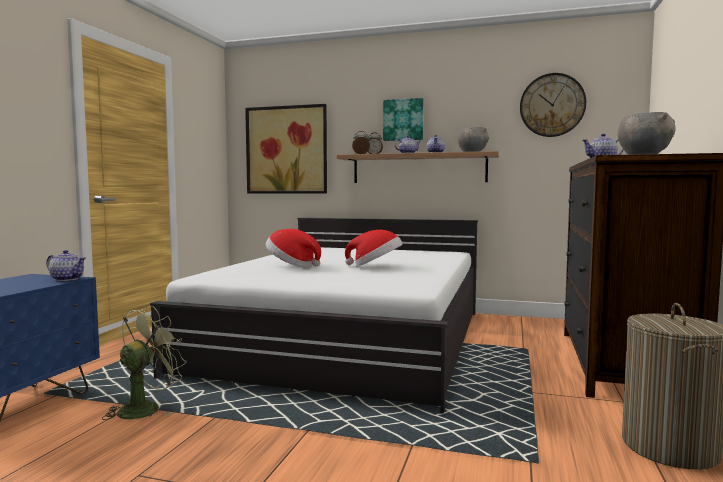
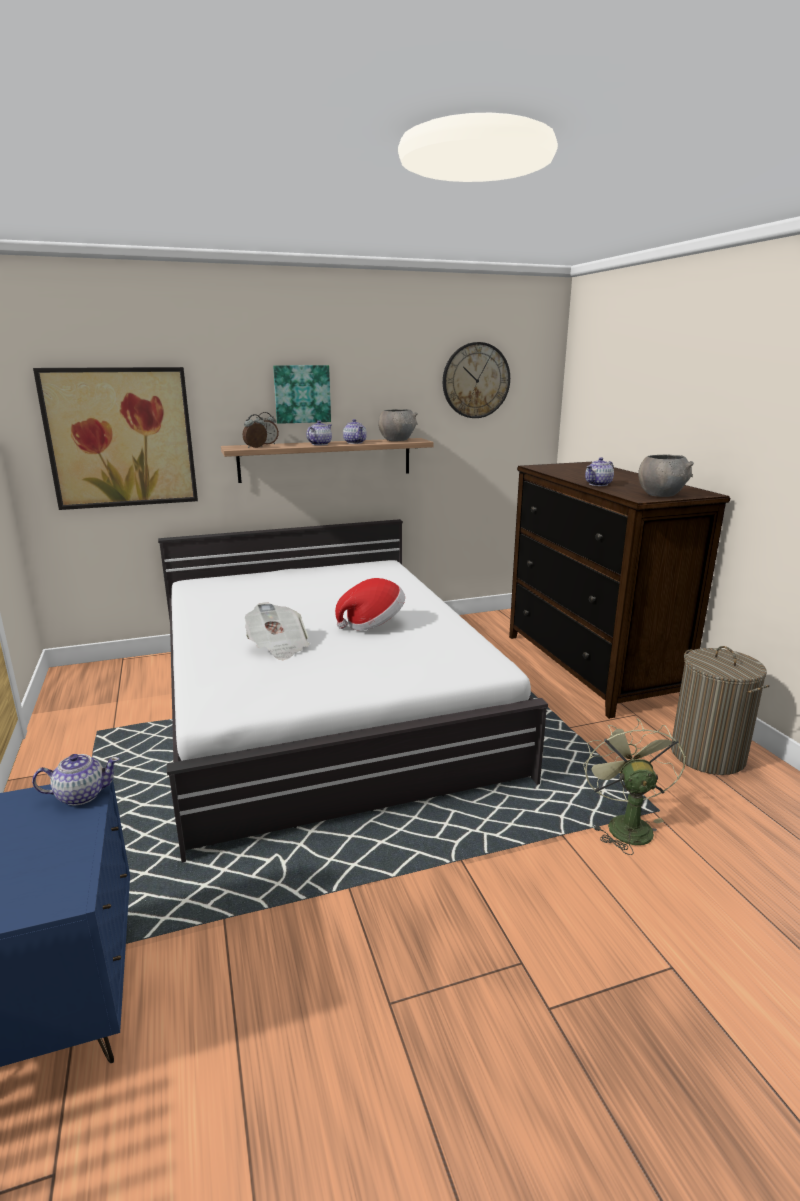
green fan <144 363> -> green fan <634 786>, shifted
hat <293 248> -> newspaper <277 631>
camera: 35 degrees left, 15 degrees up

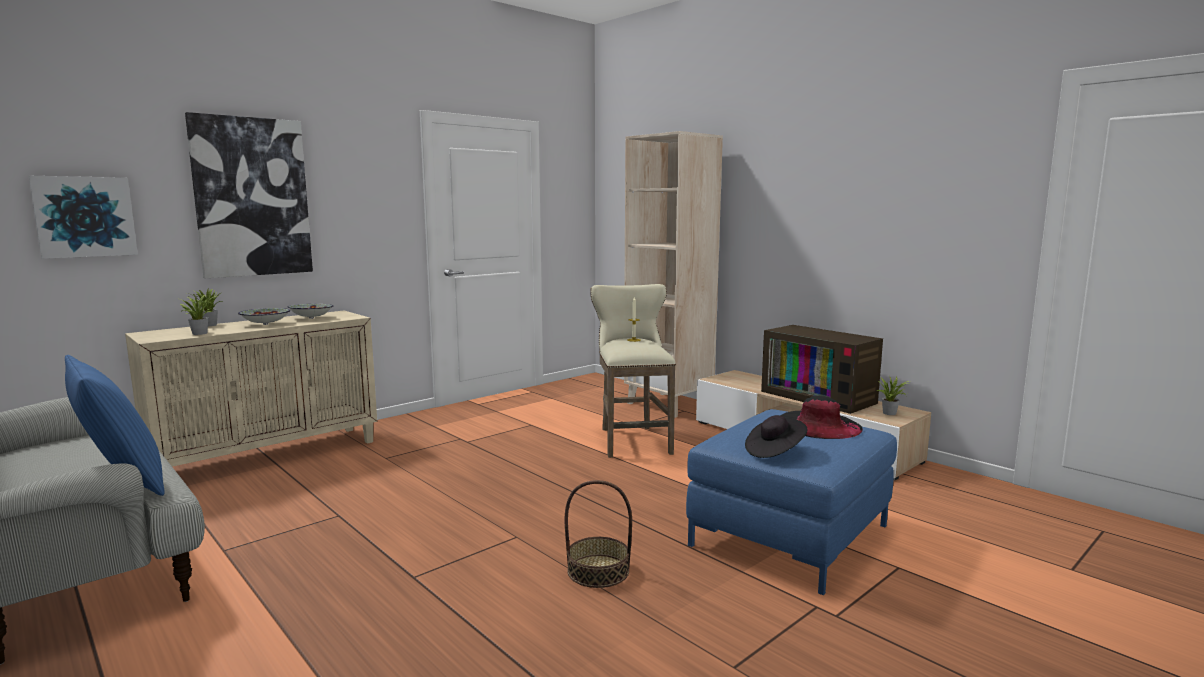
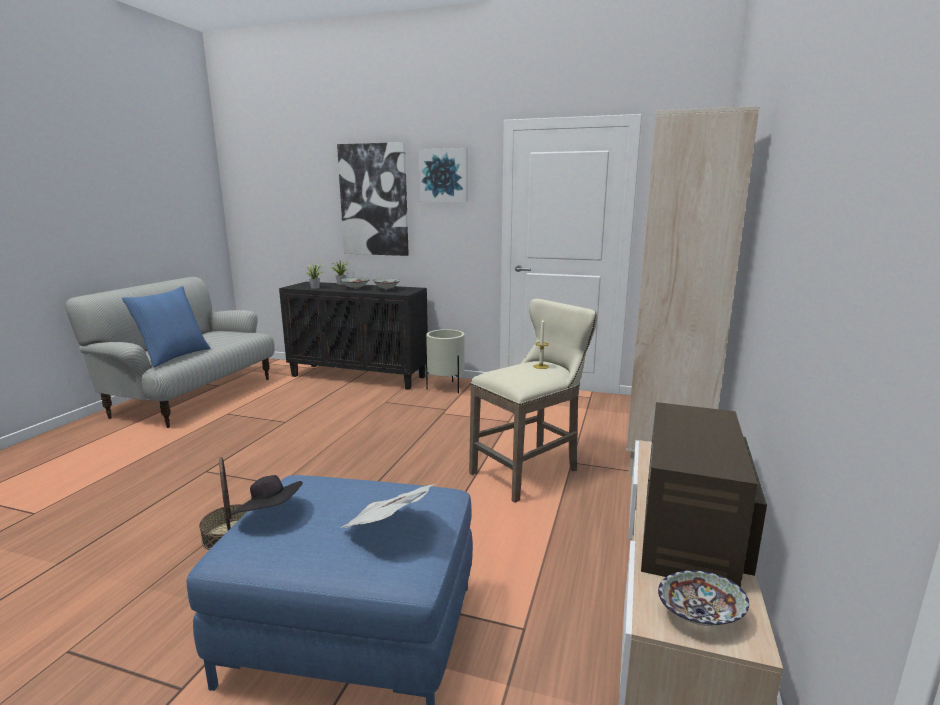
picture <83 217> -> picture <443 175>, shifted
beige cabinet <251 389> -> black cabinet <353 336>
black hat <822 417> -> newspaper <387 506>
potted plant <893 396> -> bowl <703 598>
none -> beige planter <445 361>
camera: 60 degrees right, 5 degrees up

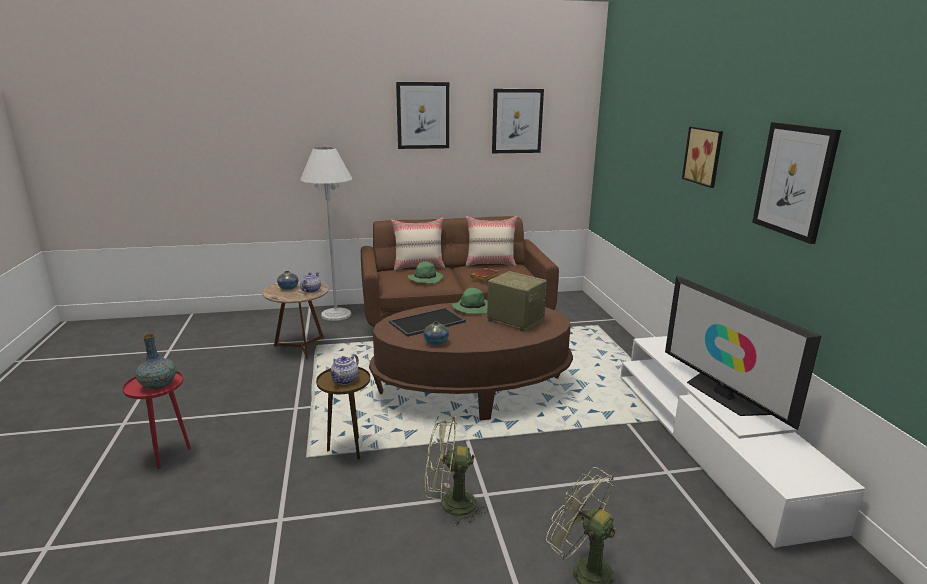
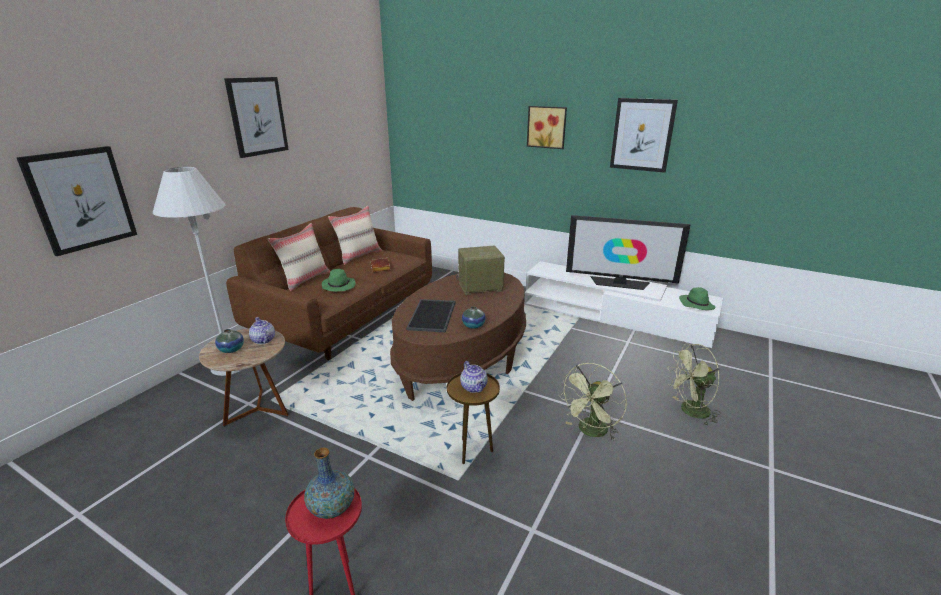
green hat <470 301> -> green hat <697 298>, shifted
picture <518 121> -> picture <76 201>, shifted
camera: 50 degrees left, 5 degrees up

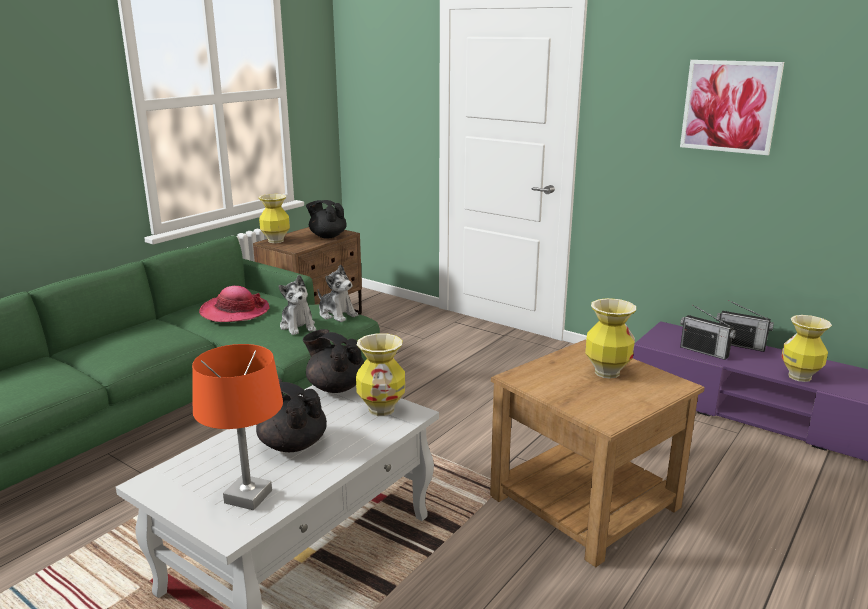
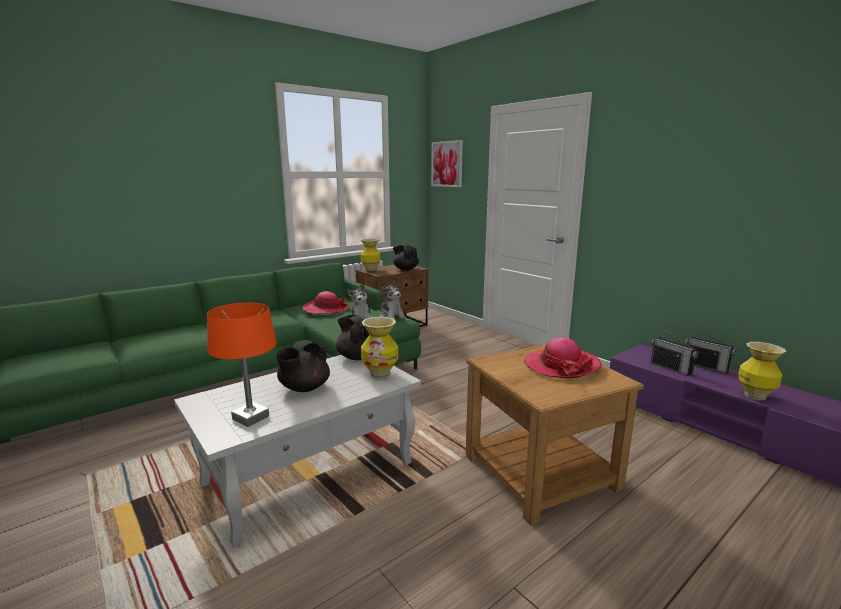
black teapot <291 415> -> black teapot <303 366>, 105 degrees counterclockwise
vase <610 338> -> hat <563 357>
picture <732 107> -> picture <447 163>, shifted
camera: 15 degrees right, 5 degrees down

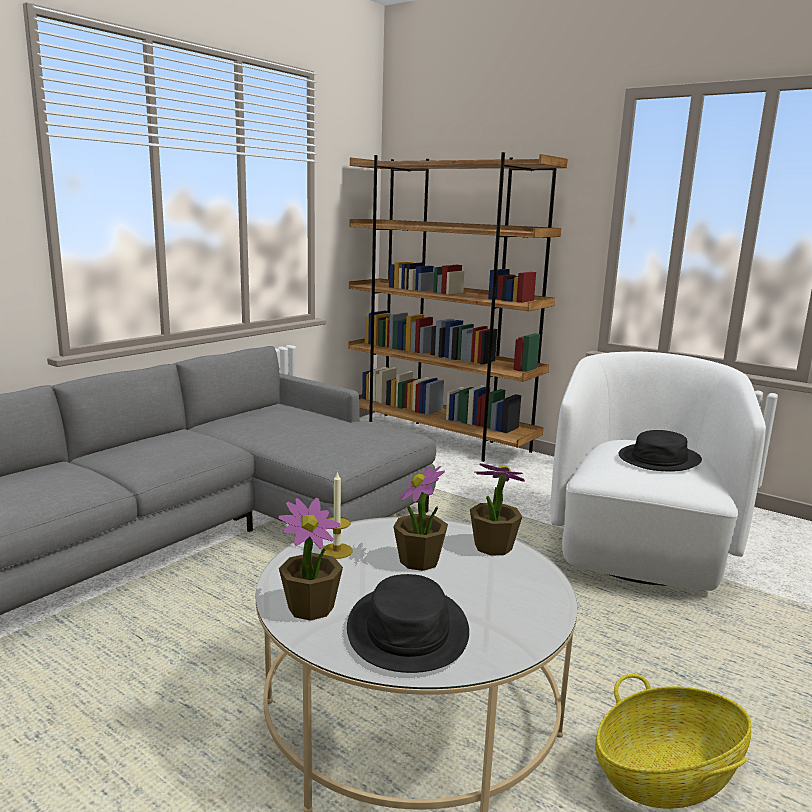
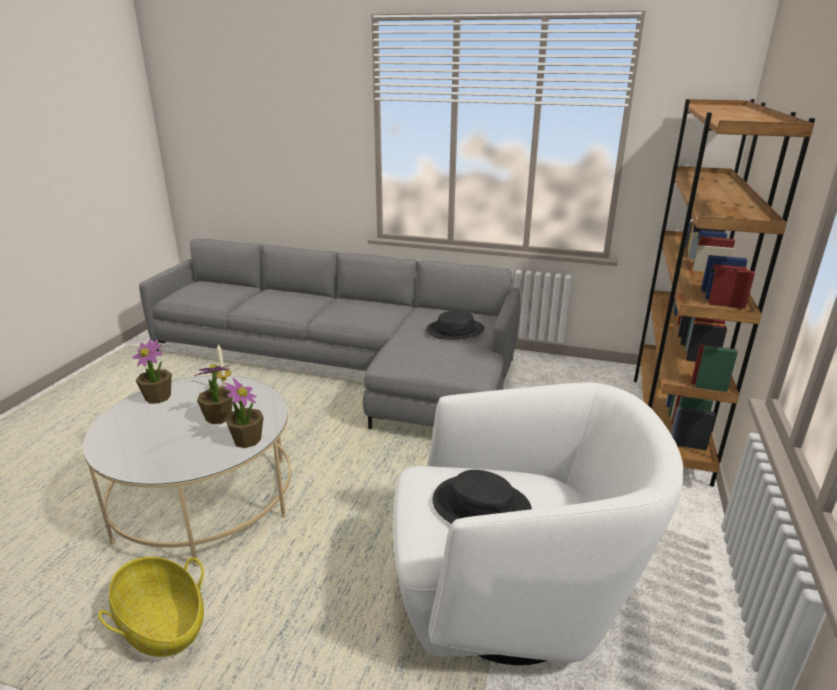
black hat <408 623> -> black hat <455 325>, shifted
camera: 70 degrees right, 10 degrees up

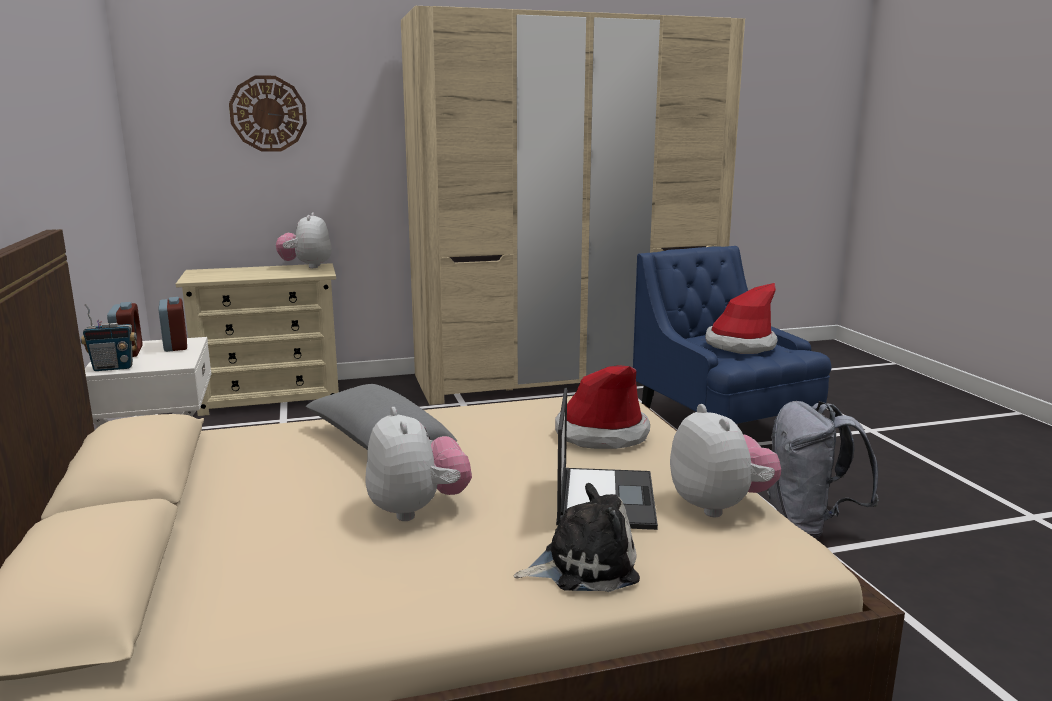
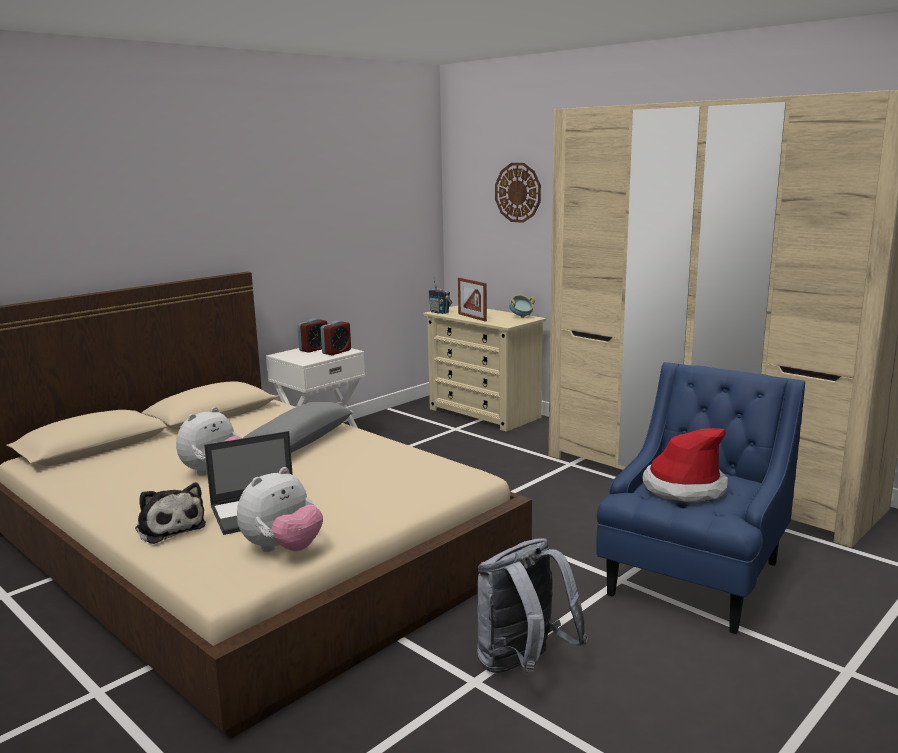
radio <109 337> -> radio <440 295>, shifted
plush toy <304 240> -> bowl <522 306>
hat <602 407> -> none
none -> picture frame <472 299>
camera: 60 degrees right, 0 degrees up

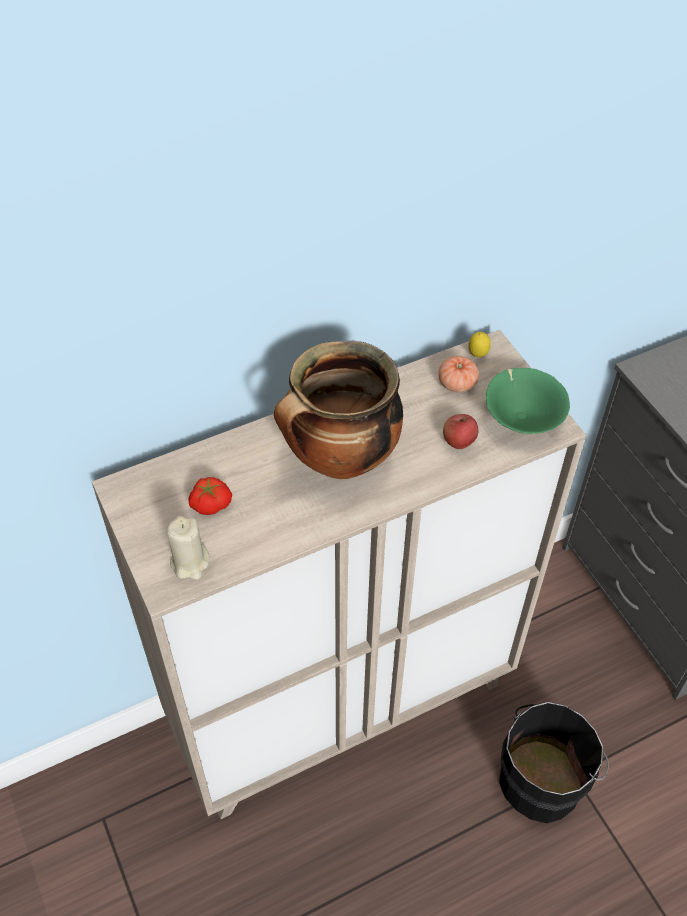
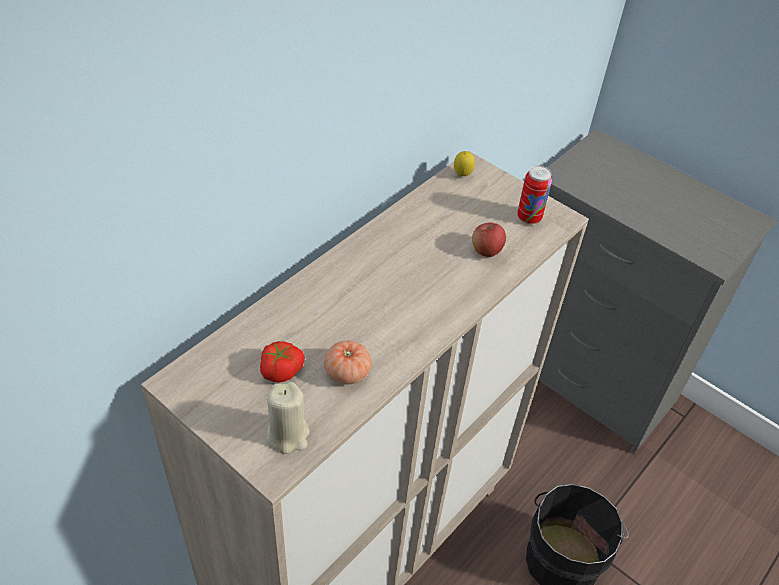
cooking pot <338 410> -> none
tomato <458 374> -> tomato <348 362>, shifted
green bowl <528 401> -> can <534 194>
camera: 25 degrees left, 5 degrees down

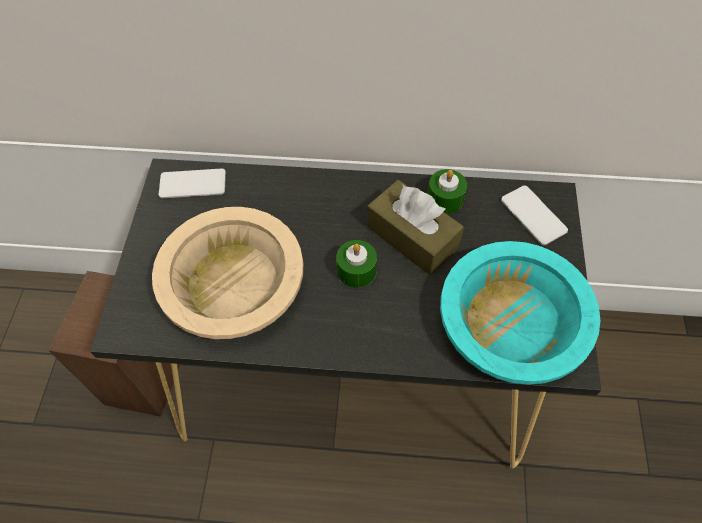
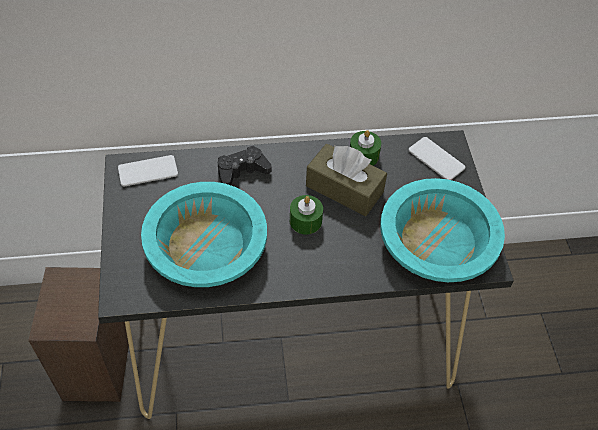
beige bowl <227 273> -> turquoise bowl <204 234>
none -> black game controller <245 165>
camera: 15 degrees left, 5 degrees down

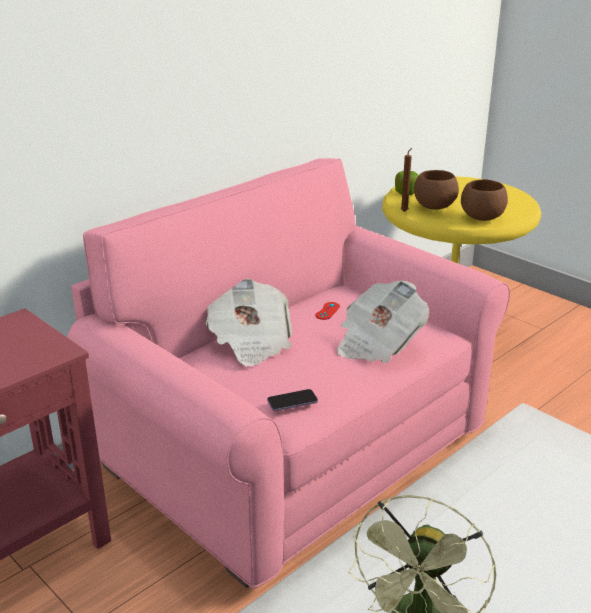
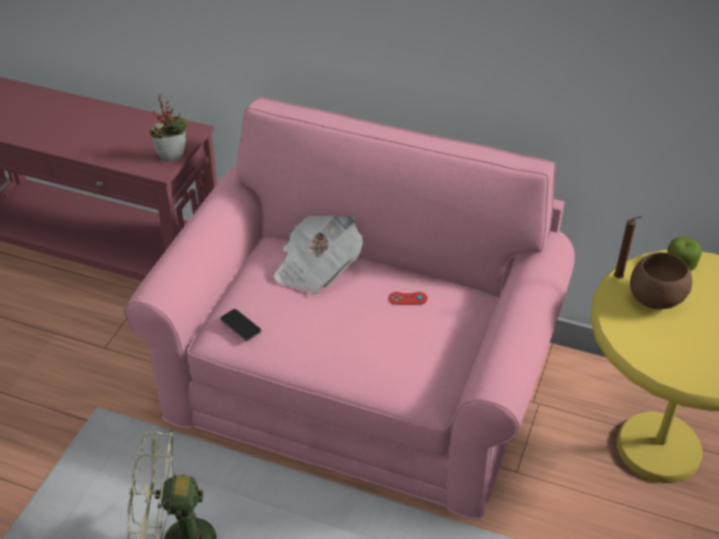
newspaper <382 322> -> none
brown bowl <484 200> -> none
none -> potted plant <169 128>
camera: 65 degrees right, 15 degrees up

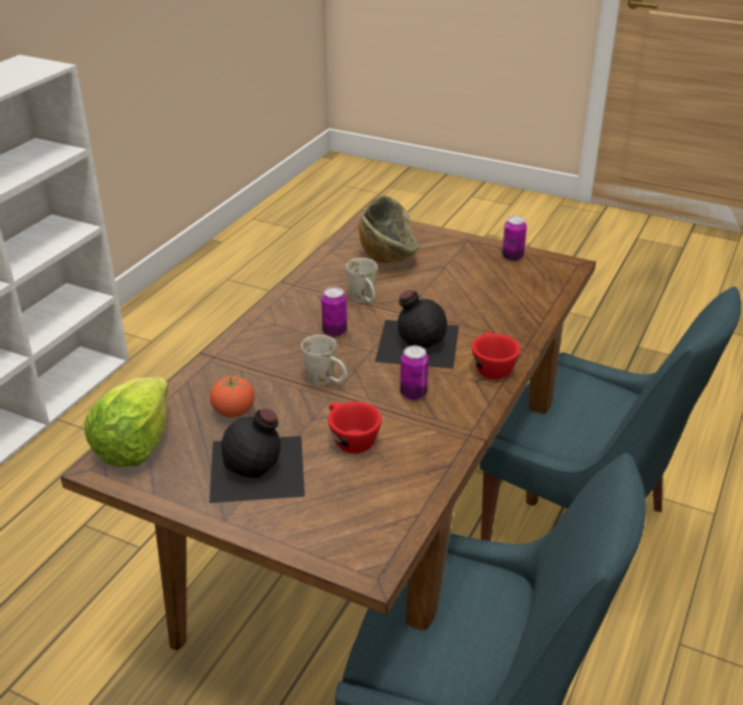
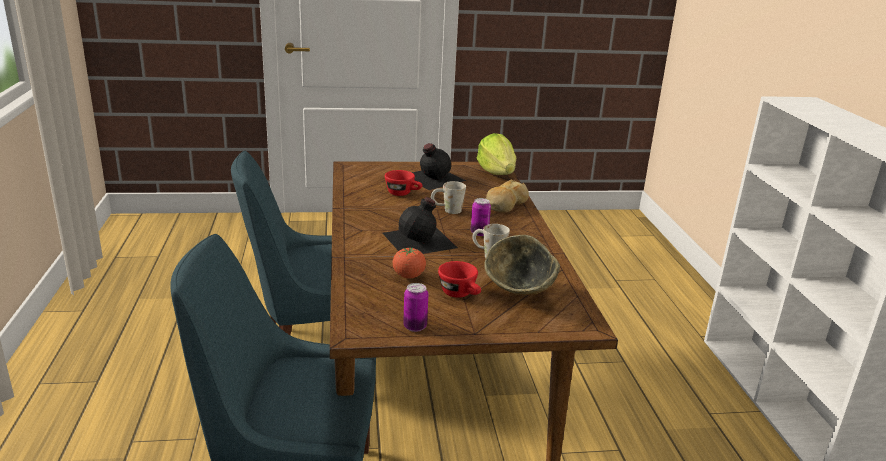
tomato <232 396> -> tomato <409 262>, shifted
can <414 372> -> none
red cup <496 355> -> red cup <459 279>, shifted
none -> bread <507 196>
camera: 145 degrees right, 10 degrees down

